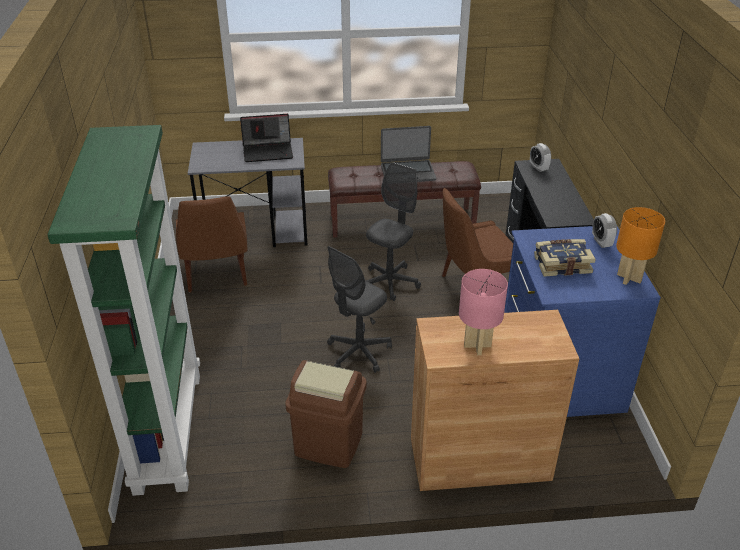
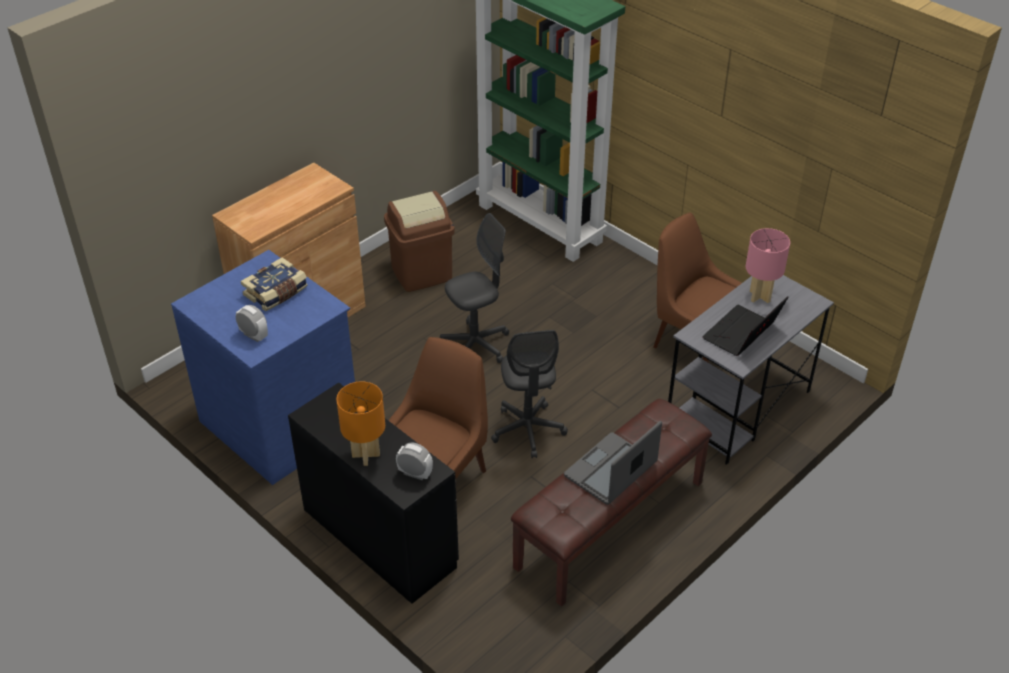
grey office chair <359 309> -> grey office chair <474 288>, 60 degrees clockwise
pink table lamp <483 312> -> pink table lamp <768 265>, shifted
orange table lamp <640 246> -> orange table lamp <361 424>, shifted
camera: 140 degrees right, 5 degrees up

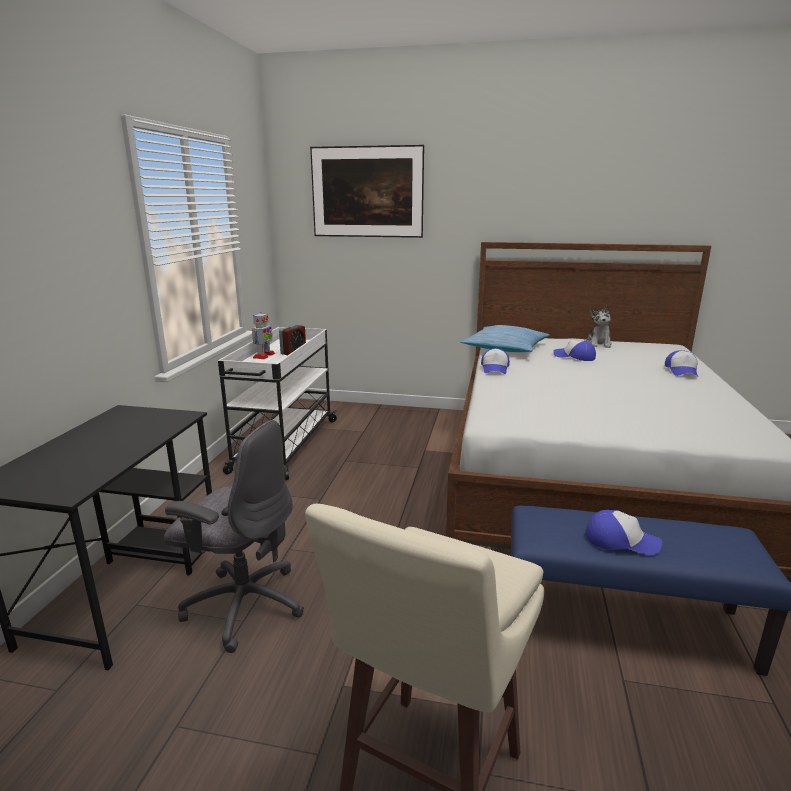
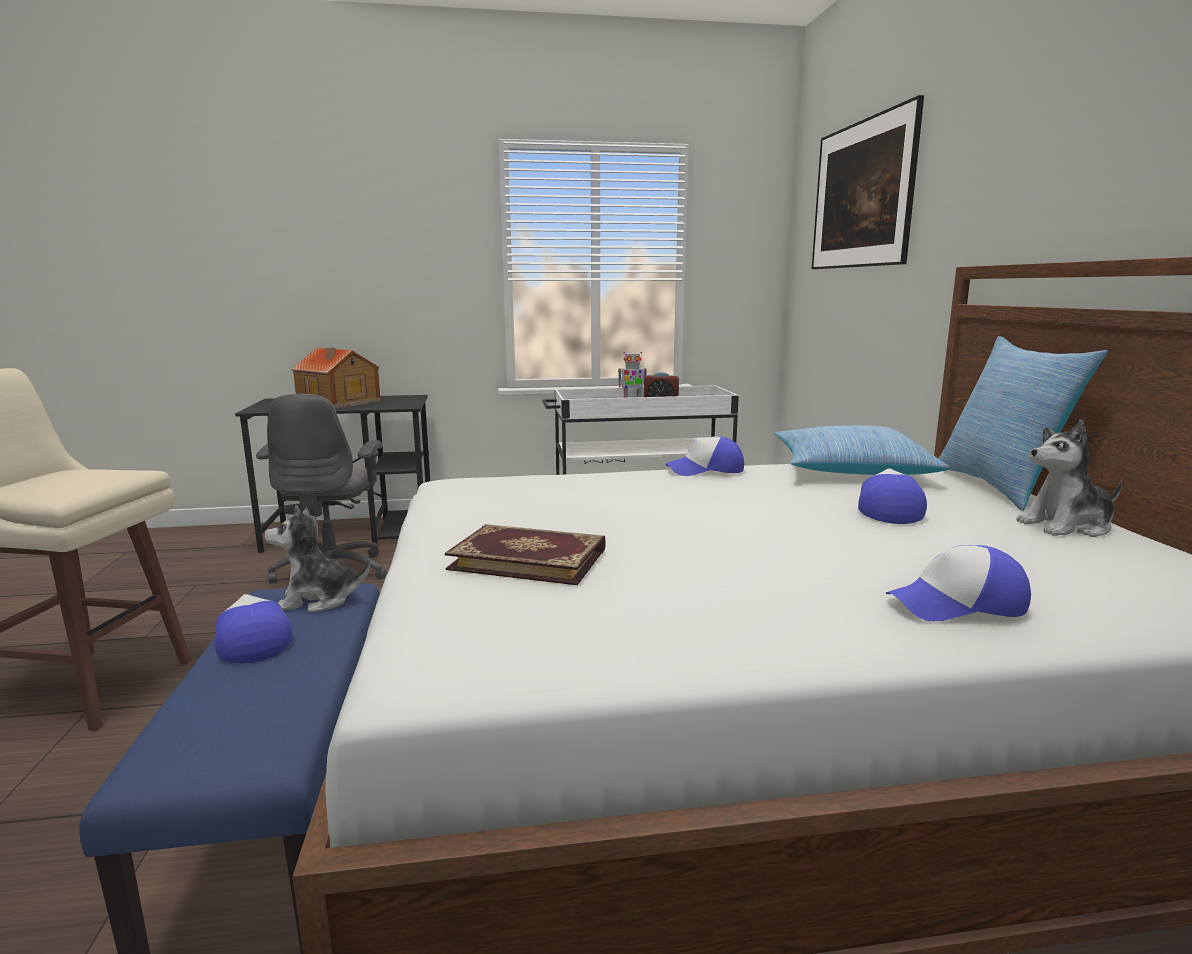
cap <624 532> -> cap <253 628>, 150 degrees clockwise
none -> plush toy <317 559>
none -> toy house <336 378>
none -> book <525 554>
none -> pillow <1023 423>
camera: 70 degrees right, 5 degrees down

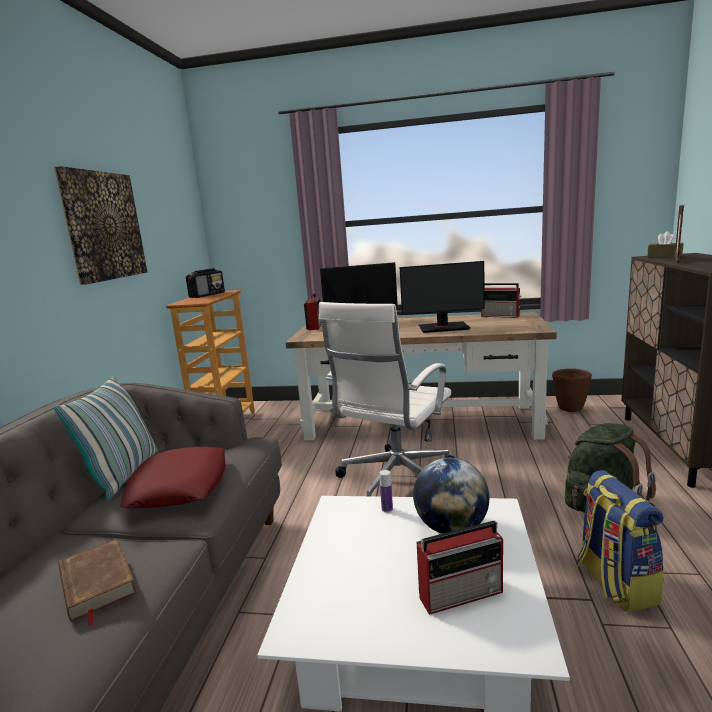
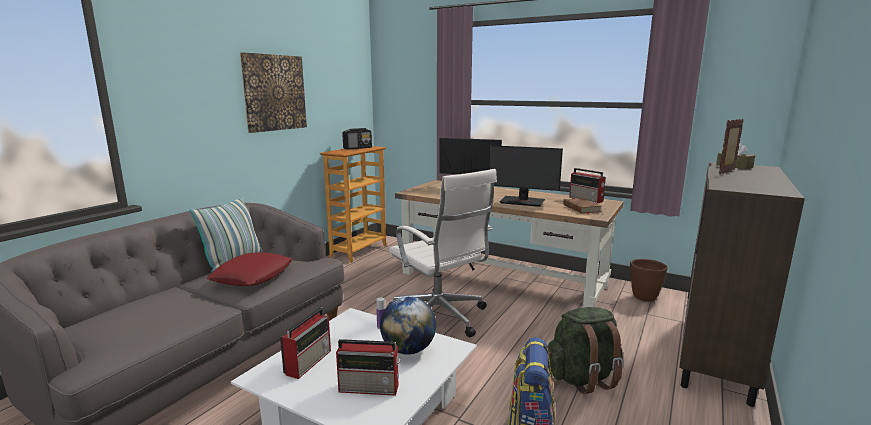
brown book <97 582> -> brown book <582 206>, shifted
radio <313 311> -> radio <305 343>, shifted
white office chair <387 399> -> white office chair <442 253>, 90 degrees counterclockwise
camera: 20 degrees right, 0 degrees up

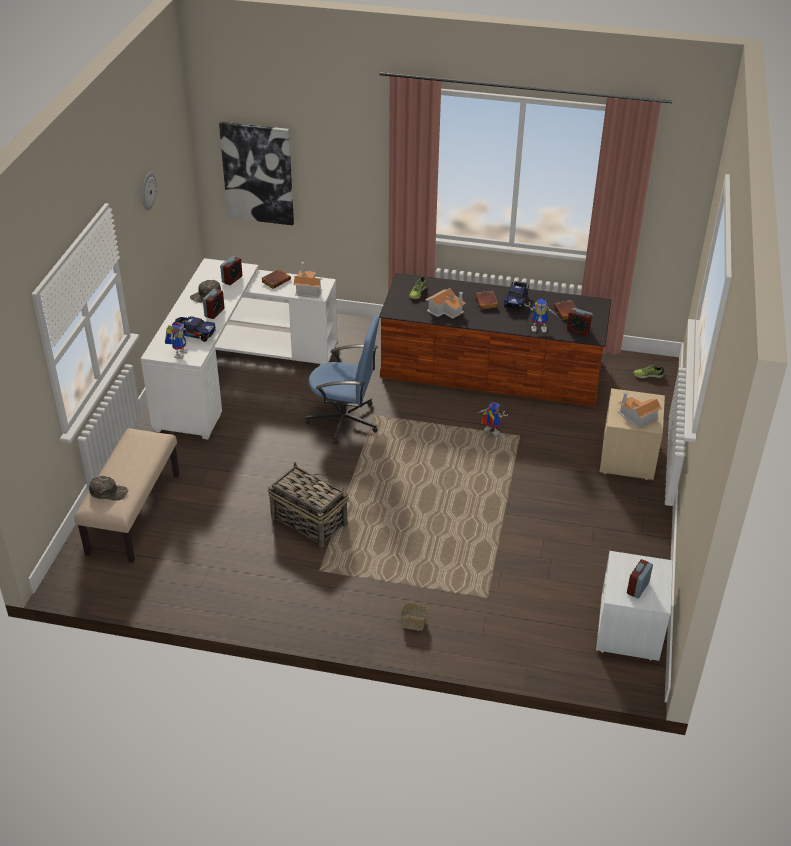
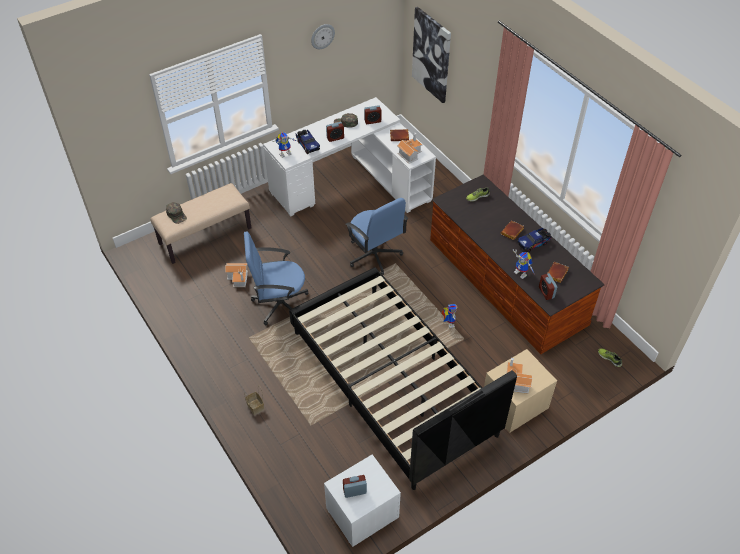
basket <308 504> -> blue office chair <276 278>
toy house <446 303> -> toy house <236 275>, shifted
none -> black bed <403 378>
camera: 45 degrees right, 10 degrees up

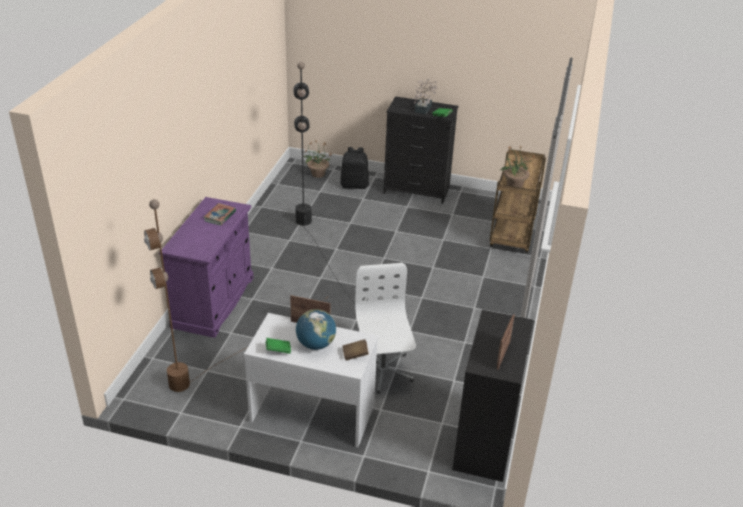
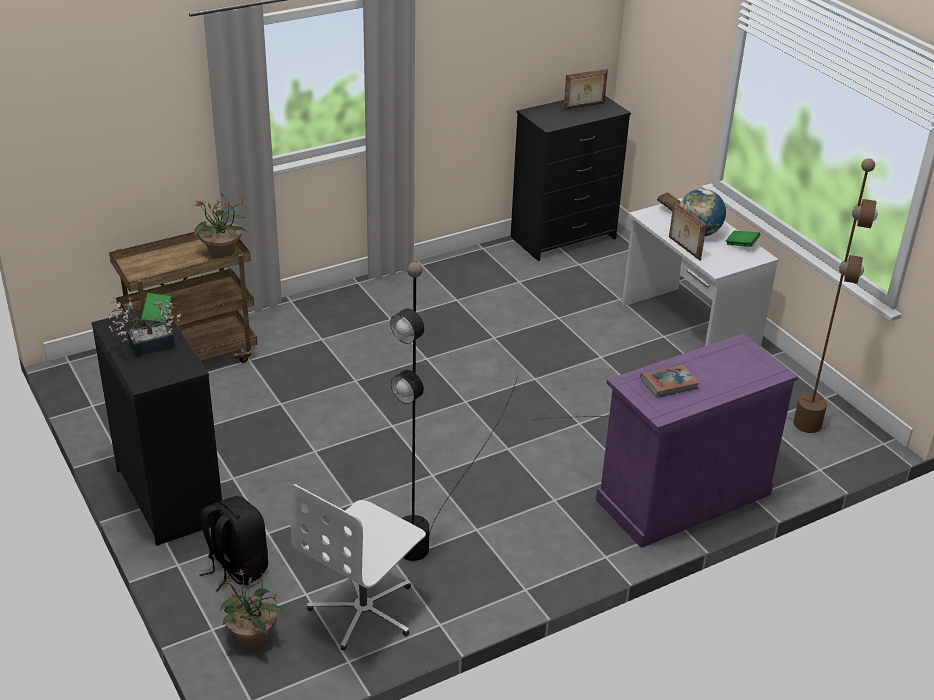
white office chair <385 328> -> white office chair <358 567>, shifted
camera: 135 degrees left, 0 degrees up

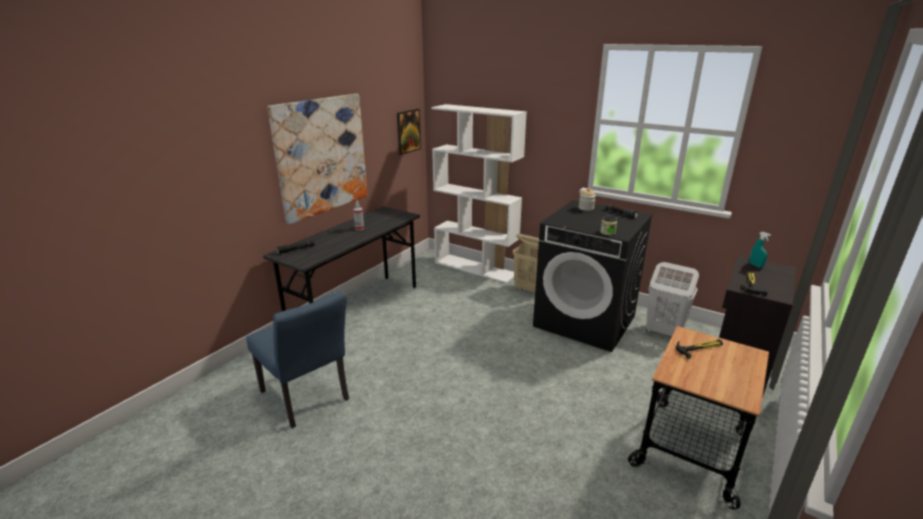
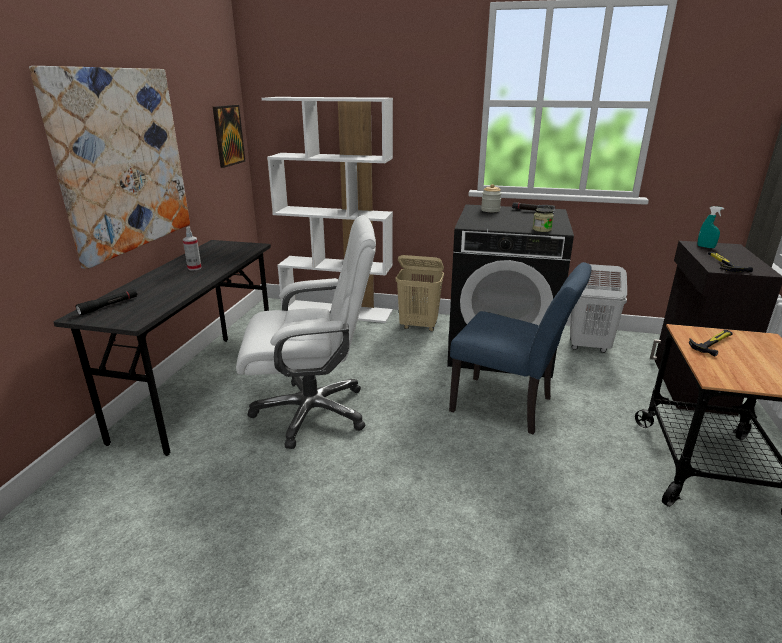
blue chair <297 359> -> blue chair <520 348>, shifted
none -> white office chair <306 332>
camera: 20 degrees left, 0 degrees up

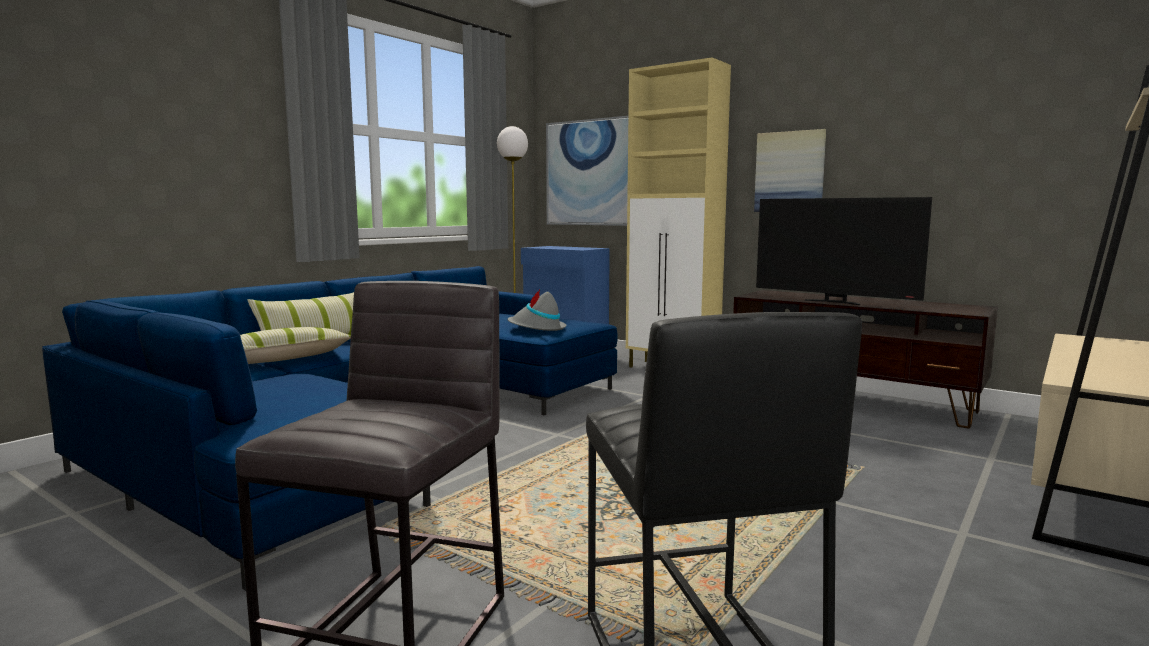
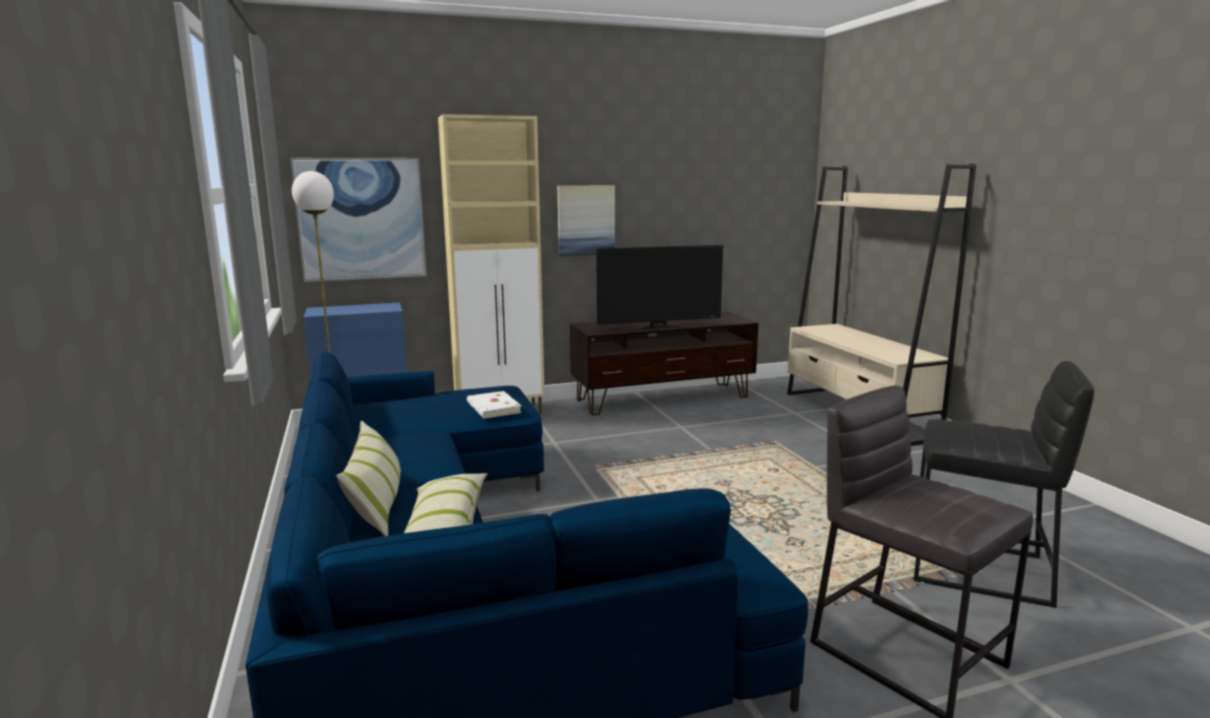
grey hat <537 310> -> white book <494 404>
camera: 55 degrees left, 5 degrees up

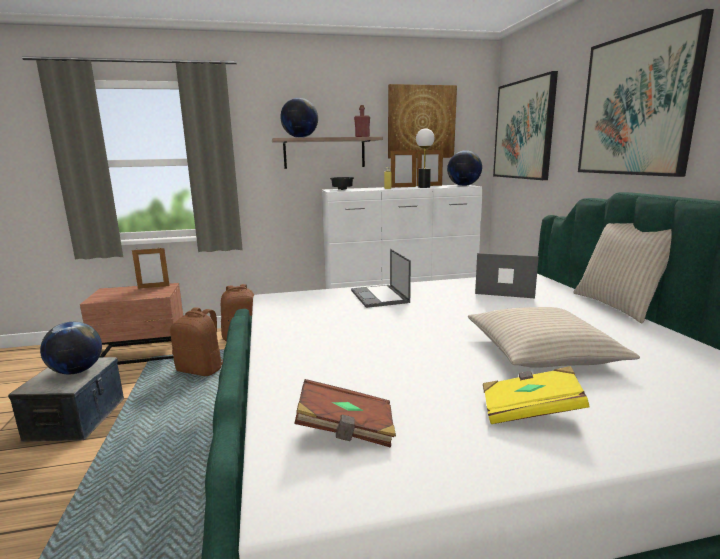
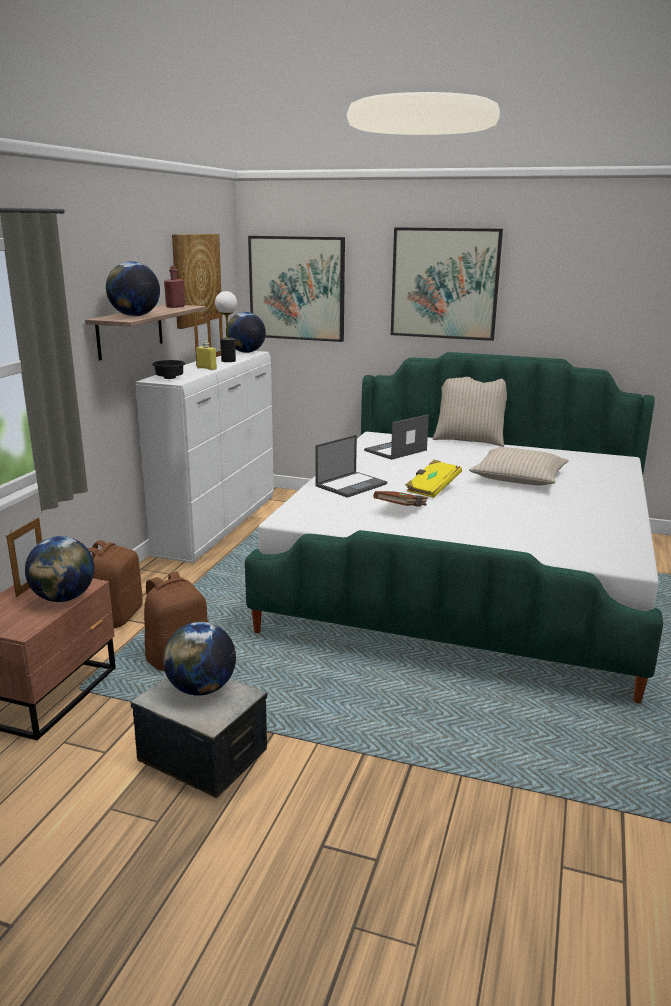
brown book <345 413> -> brown book <401 499>, shifted
laptop <381 278> -> laptop <351 466>, 60 degrees counterclockwise
yellow book <536 395> -> yellow book <434 478>, shifted
none -> globe <59 569>
camera: 60 degrees left, 5 degrees up

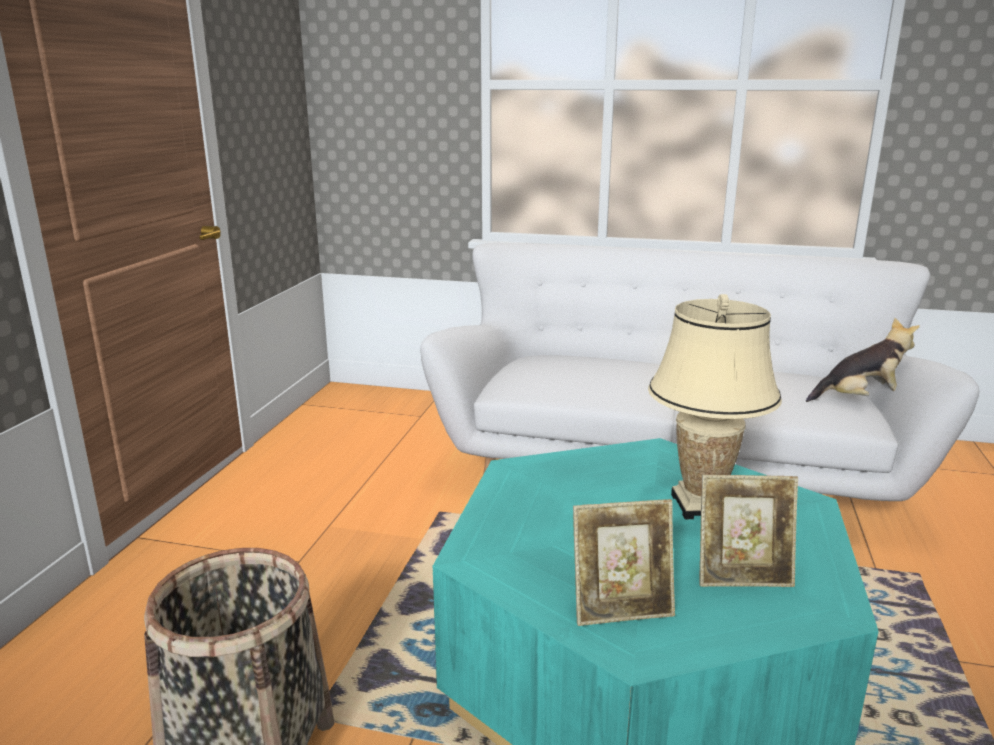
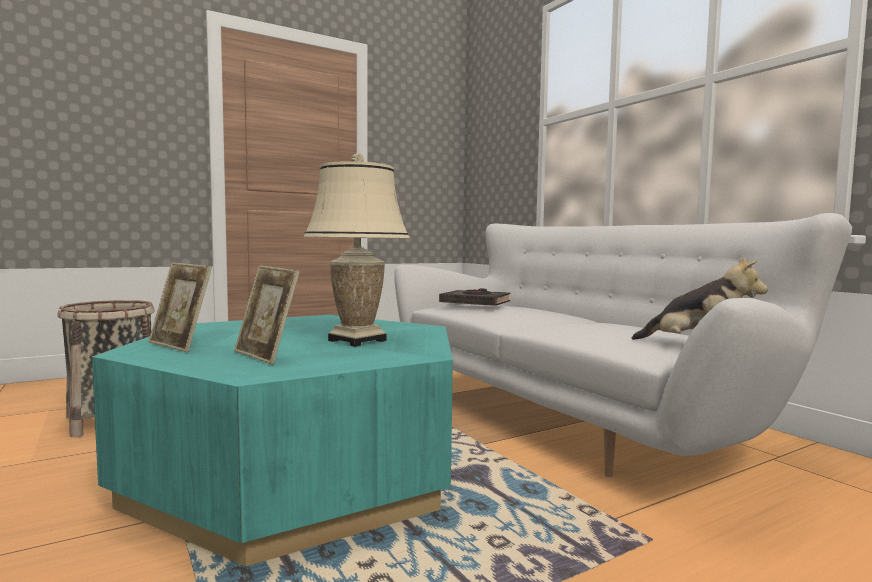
none -> black book <474 297>
camera: 45 degrees right, 15 degrees down

